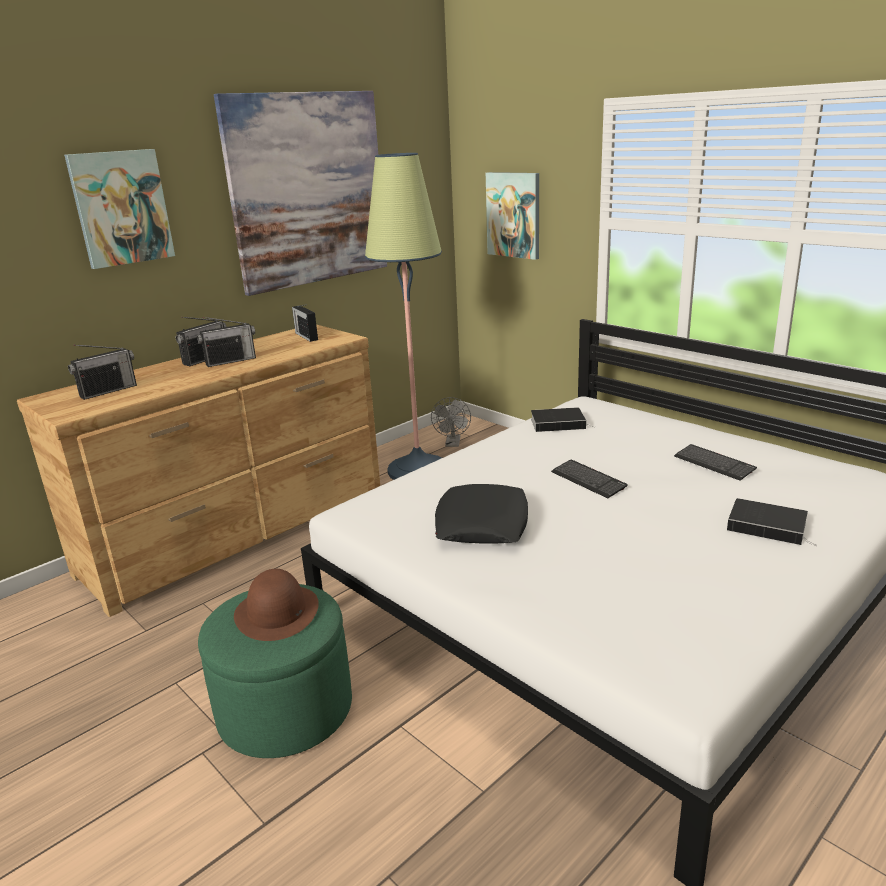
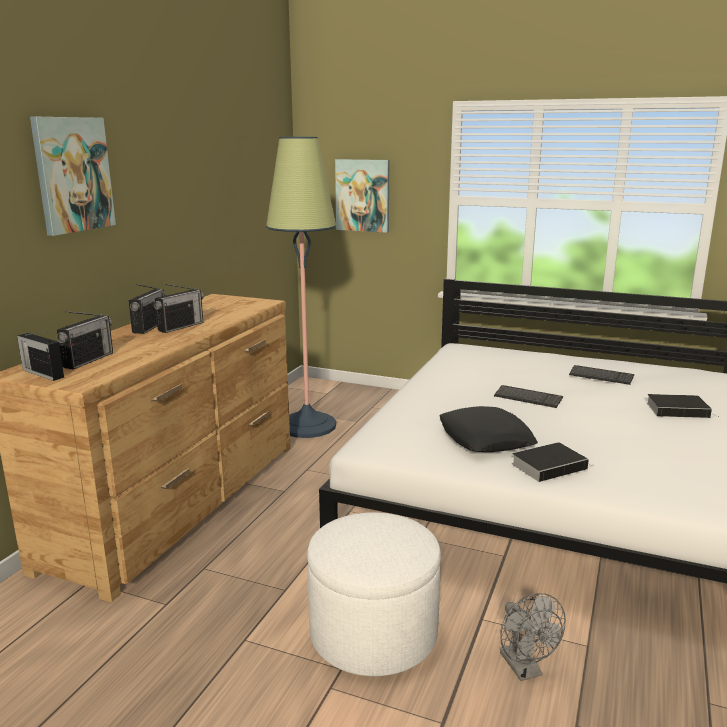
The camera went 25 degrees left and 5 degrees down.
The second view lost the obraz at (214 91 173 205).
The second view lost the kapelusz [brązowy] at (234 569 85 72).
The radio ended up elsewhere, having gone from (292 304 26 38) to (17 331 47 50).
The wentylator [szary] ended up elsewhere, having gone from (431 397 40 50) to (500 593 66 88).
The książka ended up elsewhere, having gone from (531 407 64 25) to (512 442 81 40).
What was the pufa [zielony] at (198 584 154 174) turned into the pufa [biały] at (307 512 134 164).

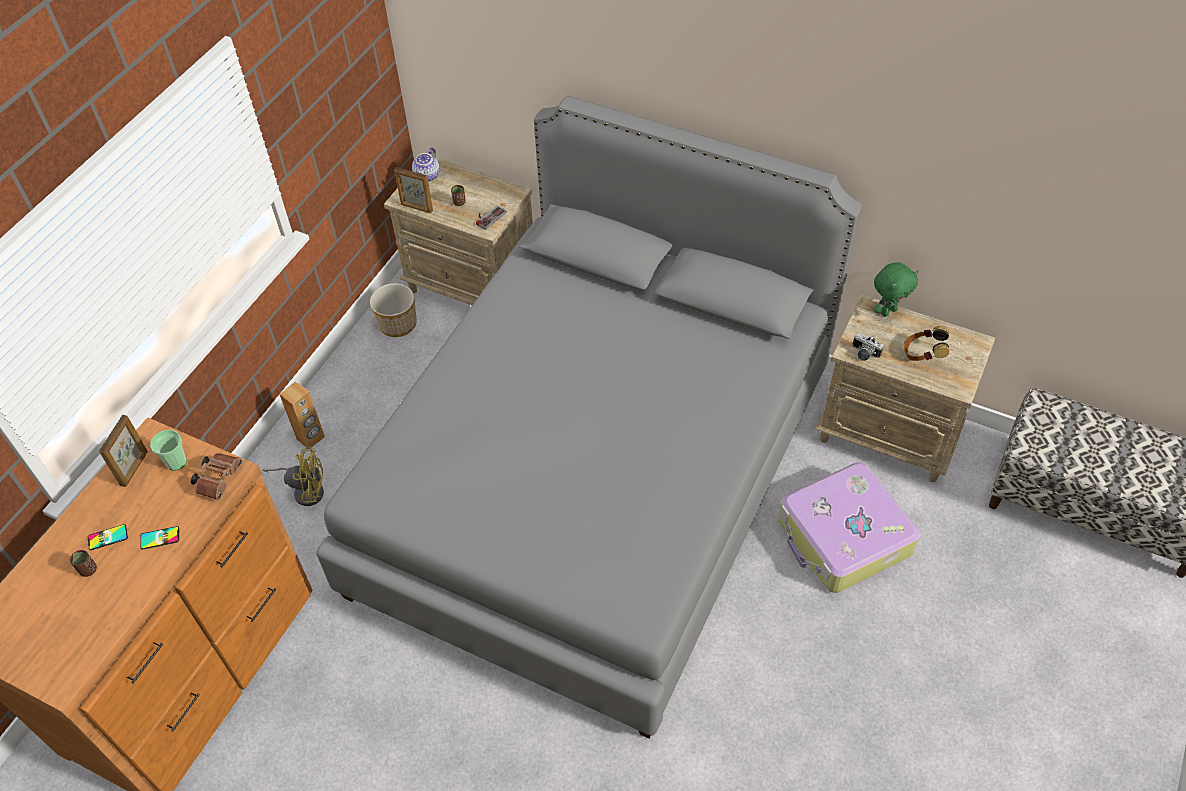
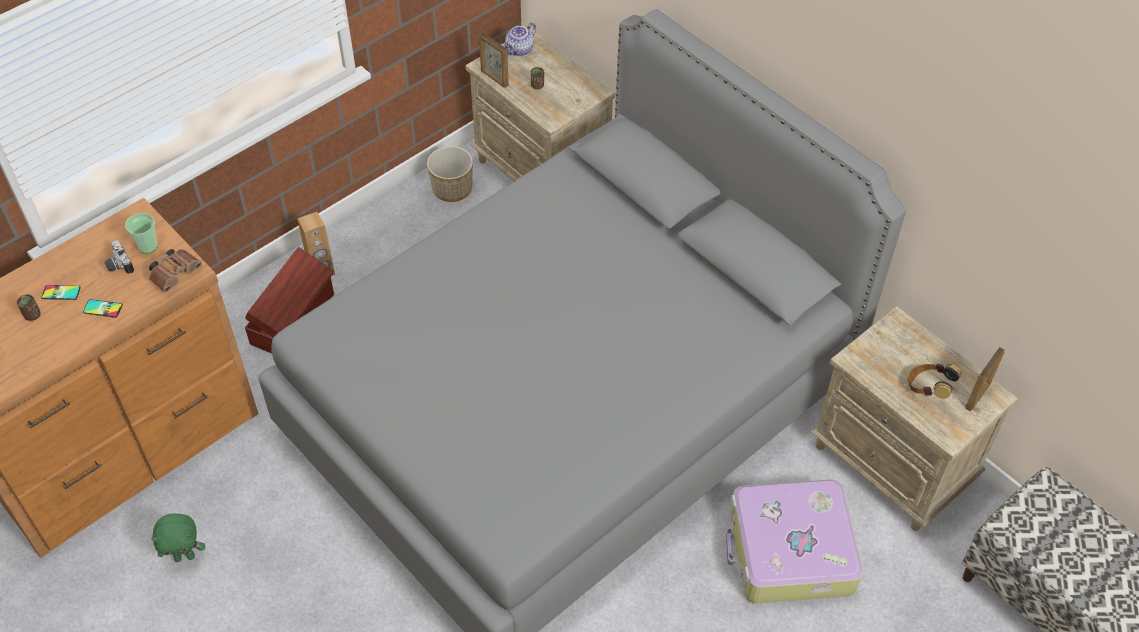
The camera went 20 degrees right and 0 degrees up.
The second view lost the pad do gier at (476 205 30 25).
The ramka na zdjęcie ended up elsewhere, having gone from (99 415 49 72) to (965 347 40 64).
The aparat fotograficzny ended up elsewhere, having gone from (853 333 31 28) to (104 240 30 34).
The pluszak [zielony] ended up elsewhere, having gone from (873 262 46 55) to (151 514 54 48).
Where the wentylator [żółty] stood at (262 447 62 59), the pojemnik do przechowywania [brązowy] came to stand at (245 247 89 107).

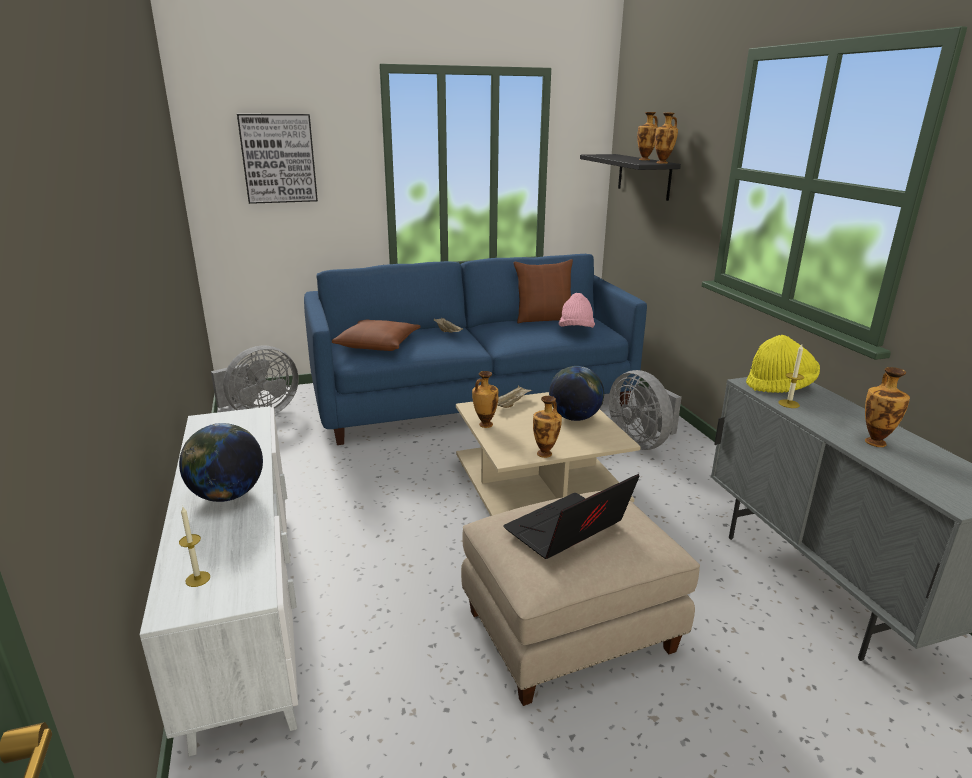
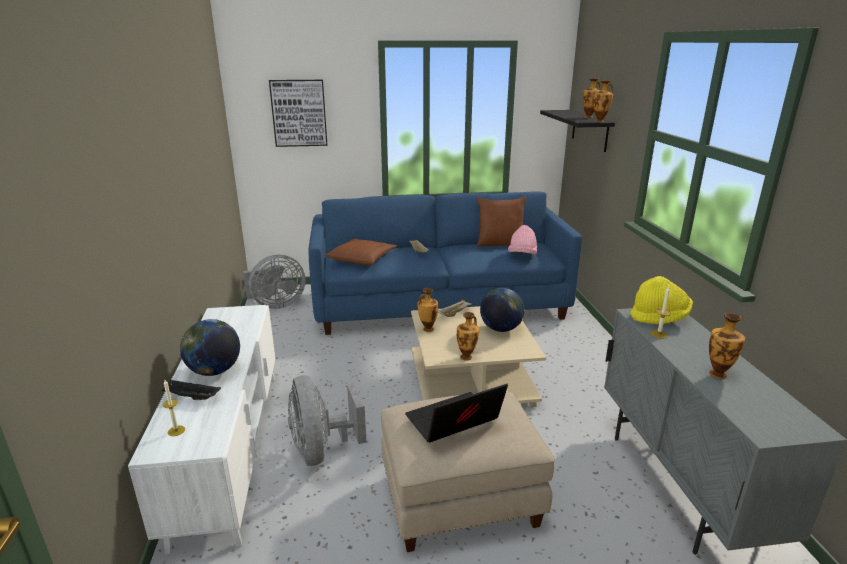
The camera went 10 degrees right and 0 degrees up.
The second view gained the taca [czarny] at (162 380 59 20).
The wentylator [szary] ended up elsewhere, having gone from (609 370 73 80) to (288 375 78 91).

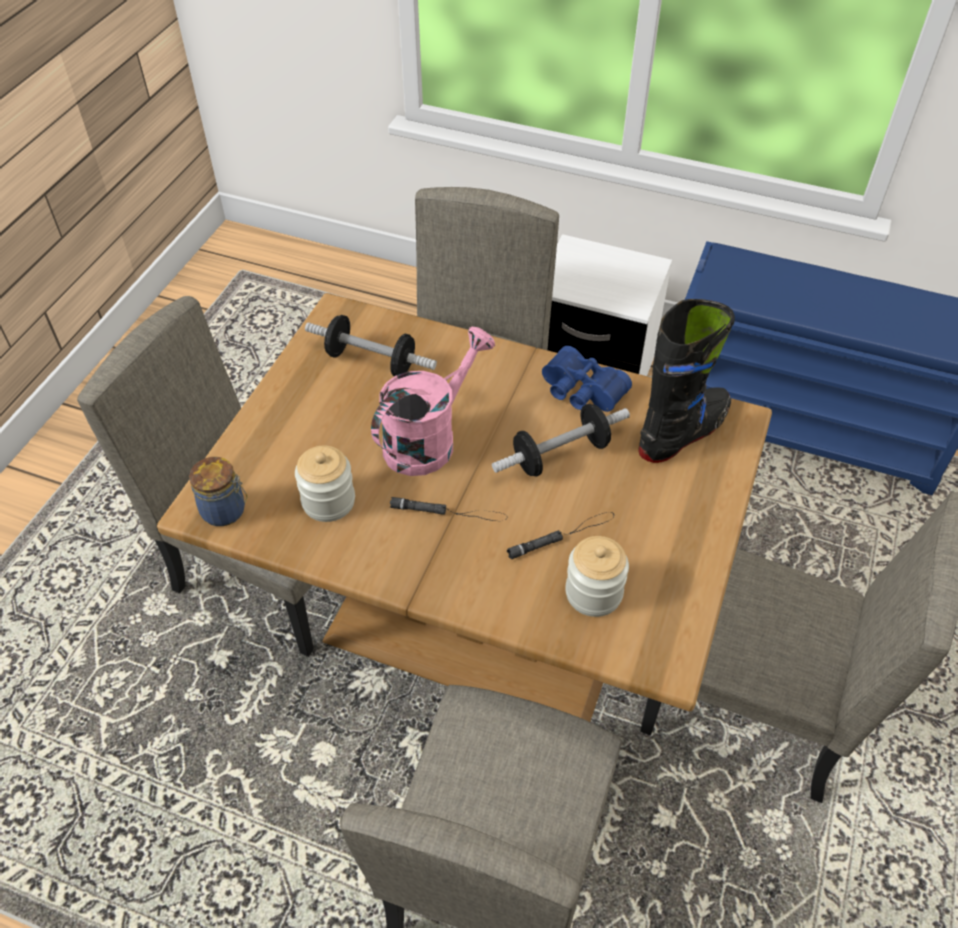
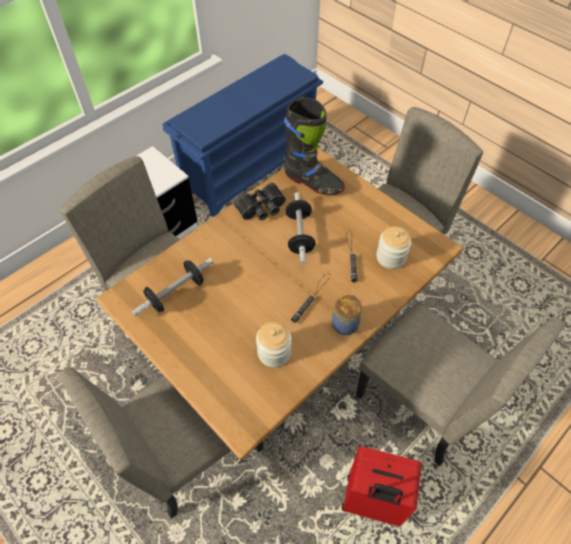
The camera went 65 degrees left and 5 degrees up.
The second view lost the konewka [różowy] at (371 327 124 149).
The second view gained the walizka [czerwony] at (342 446 80 80).
The słoik ended up elsewhere, having gone from (189 457 58 69) to (332 295 30 40).
What was the lornetka [niebieski] at (542 346 90 66) turned into the lornetka [czarny] at (233 183 53 37).
The but z cholewką [czarny] at (639 299 96 164) ended up facing another way, 135 degrees clockwise from before.

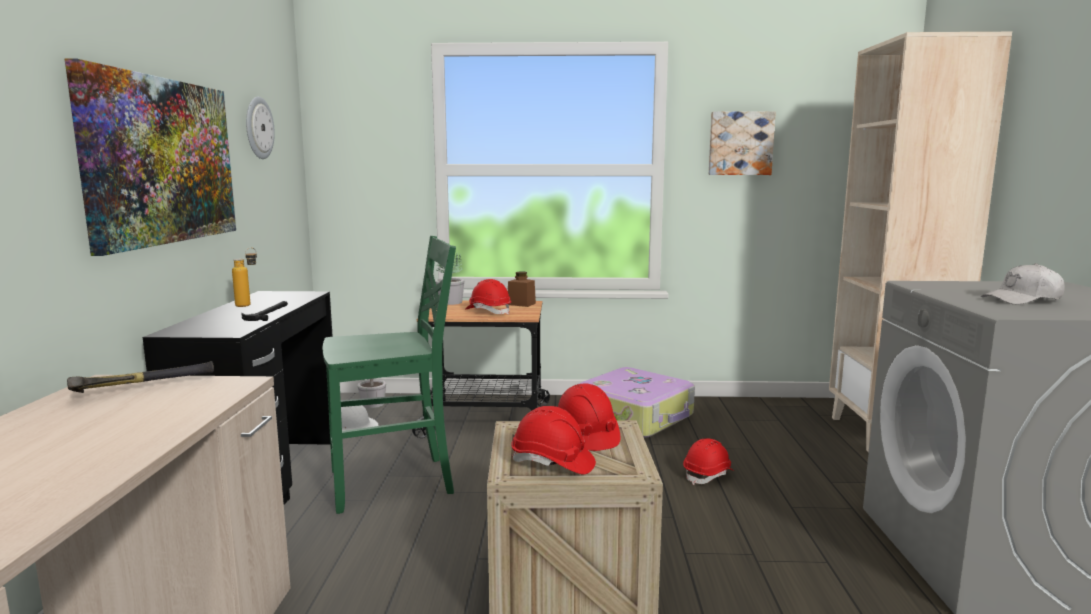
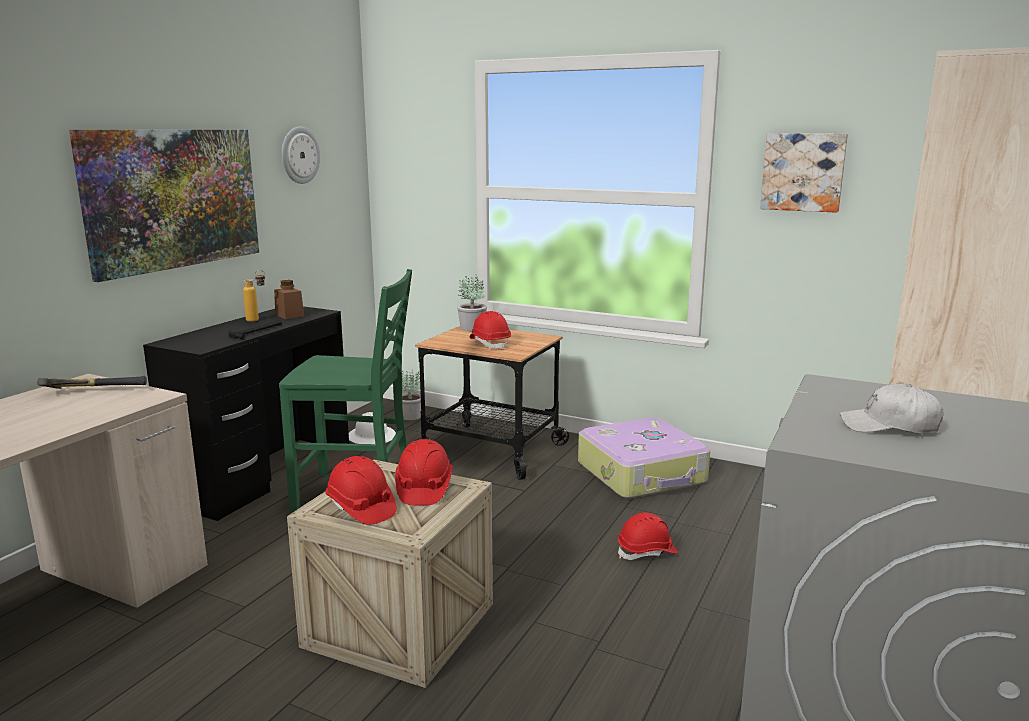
The camera went 25 degrees right and 5 degrees up.
The słoik [brązowy] ended up elsewhere, having gone from (508 272 28 35) to (274 280 30 39).

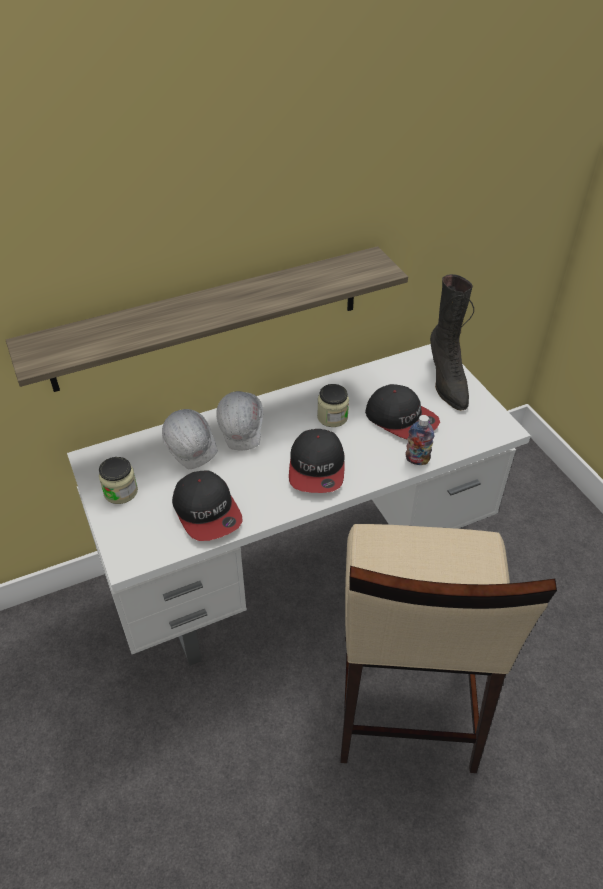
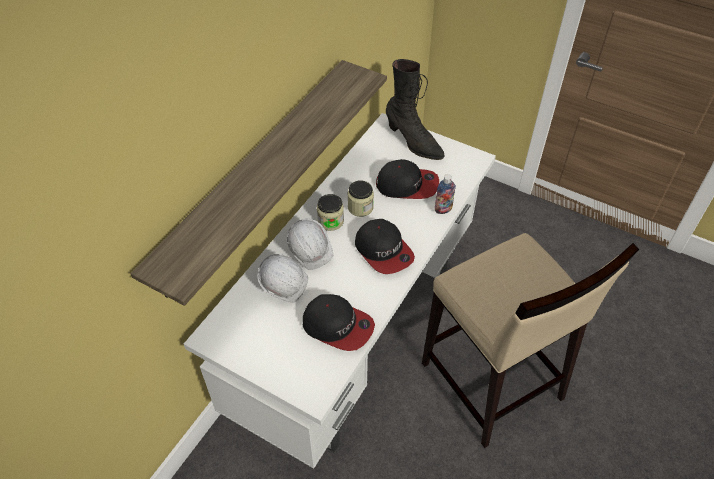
The camera went 35 degrees left and 5 degrees up.
The słoik ended up elsewhere, having gone from (99 457 39 47) to (317 194 27 37).

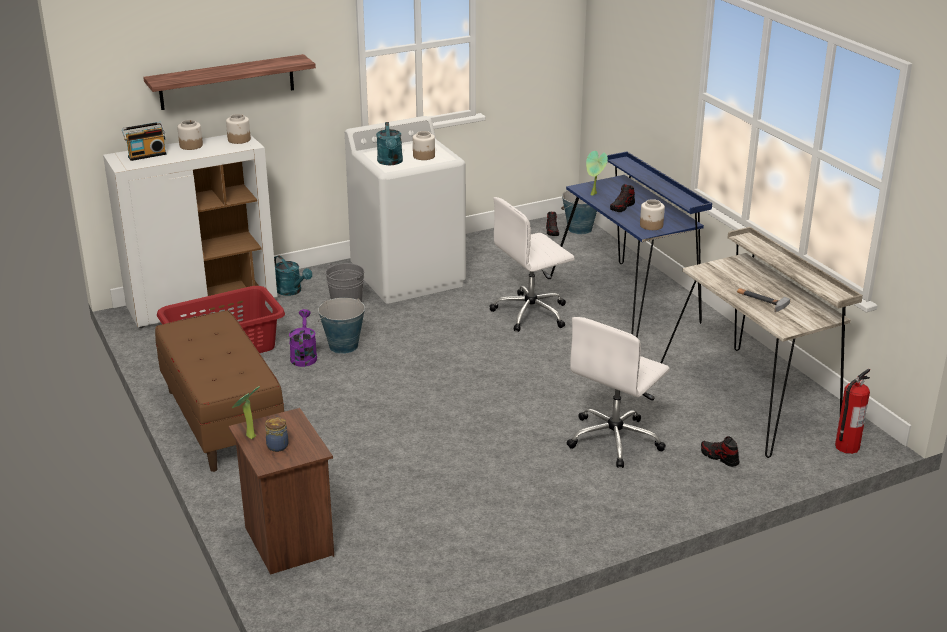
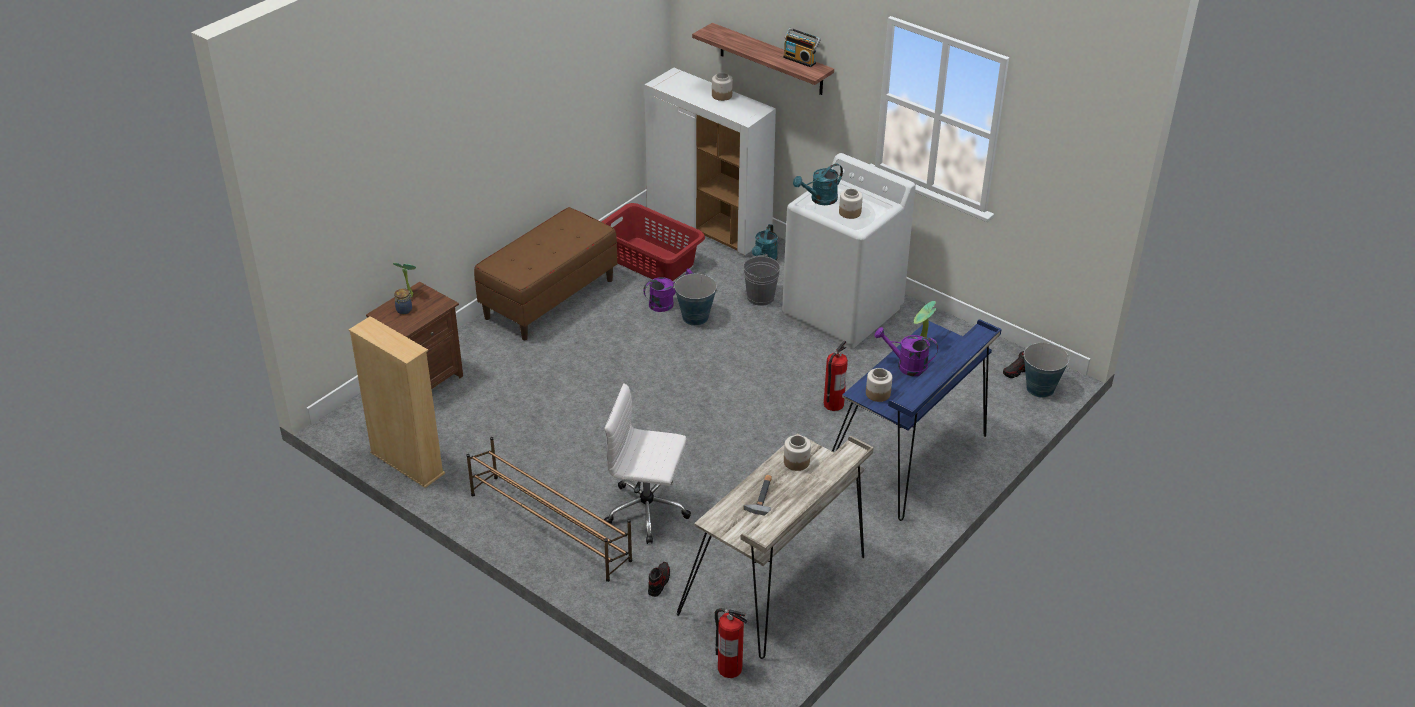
The camera went 65 degrees right and 10 degrees up.
The second view gained the regał [beżowy] at (349 316 96 172).
The second view gained the regał na buty [brązowy] at (467 437 165 145).
The radio ended up elsewhere, having gone from (122 122 45 39) to (783 28 38 39).
The słoik ended up elsewhere, having gone from (226 114 25 30) to (784 435 27 36).
Where the krzesło biurowe [biały] stood at (489 197 86 135), the gaśnica came to stand at (824 341 24 70).
Where the but stood at (610 184 25 28), the konewka [fioletowy] came to stand at (874 327 64 49).

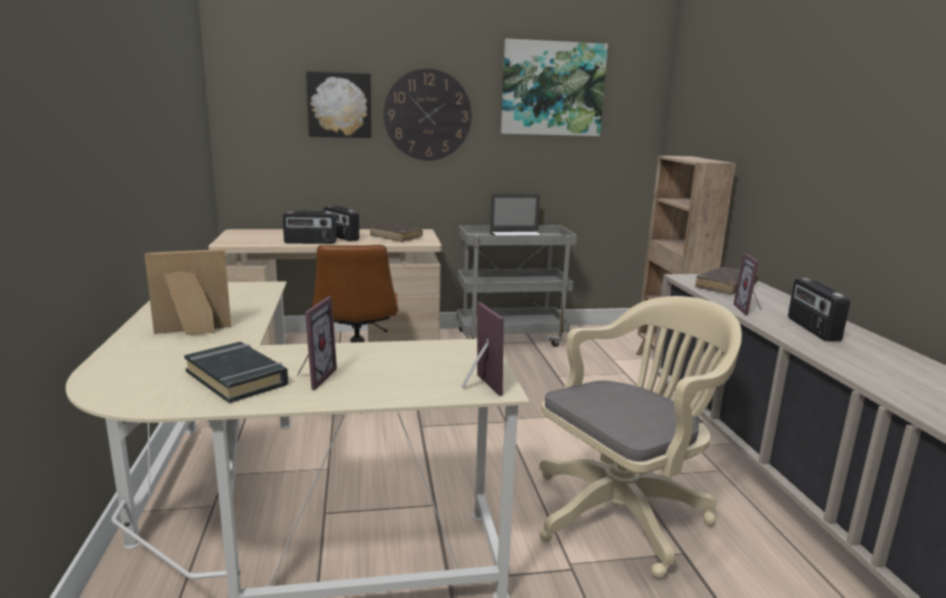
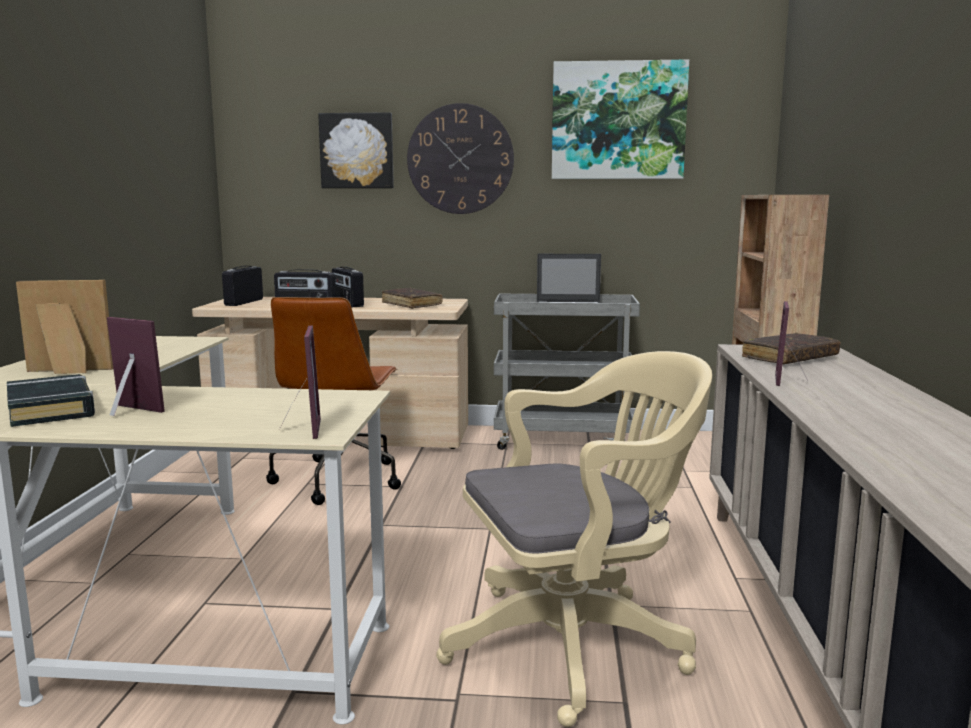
The camera went 15 degrees right and 5 degrees down.
The radio ended up elsewhere, having gone from (788 278 62 64) to (222 266 41 40).
The ramka na zdjęcie at (297 296 40 94) ended up facing another way, 90 degrees counterclockwise from before.

